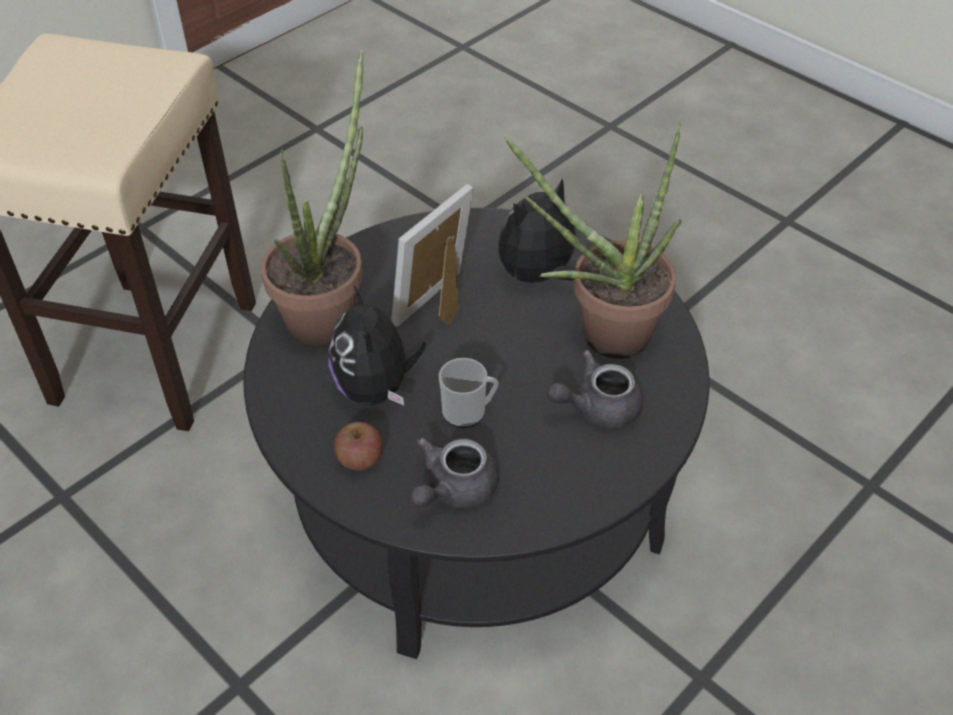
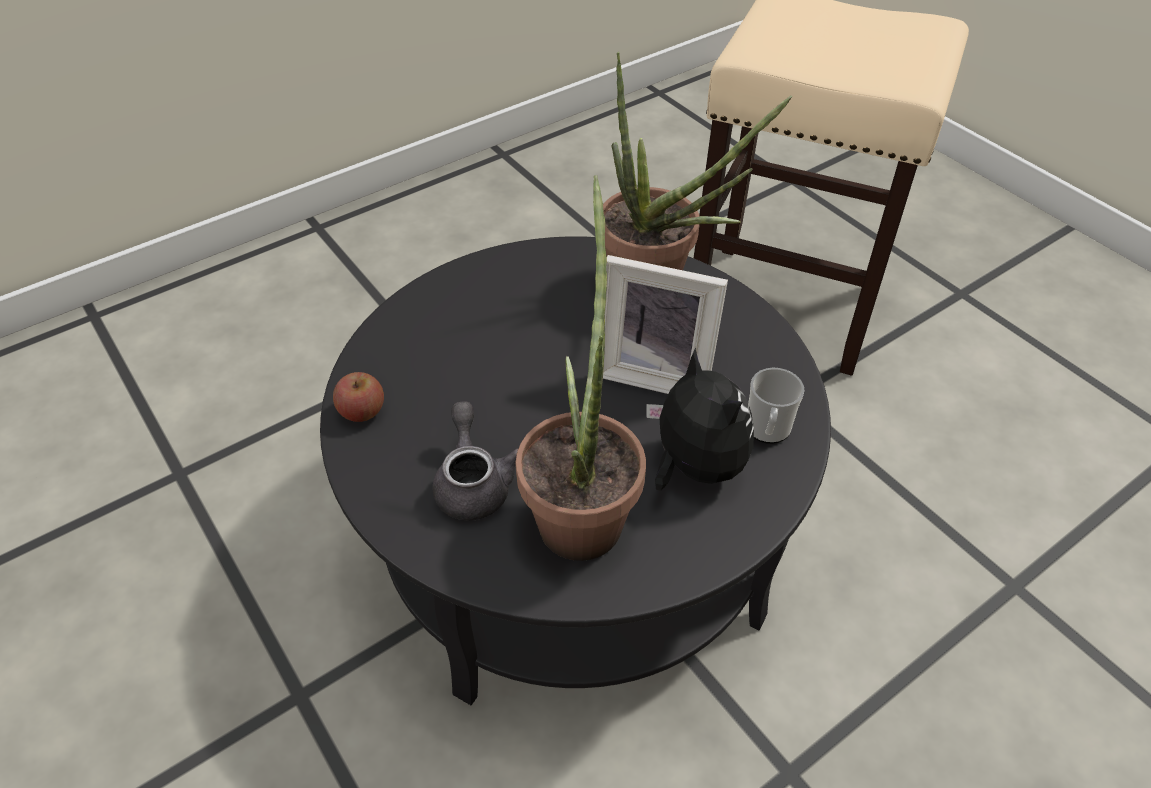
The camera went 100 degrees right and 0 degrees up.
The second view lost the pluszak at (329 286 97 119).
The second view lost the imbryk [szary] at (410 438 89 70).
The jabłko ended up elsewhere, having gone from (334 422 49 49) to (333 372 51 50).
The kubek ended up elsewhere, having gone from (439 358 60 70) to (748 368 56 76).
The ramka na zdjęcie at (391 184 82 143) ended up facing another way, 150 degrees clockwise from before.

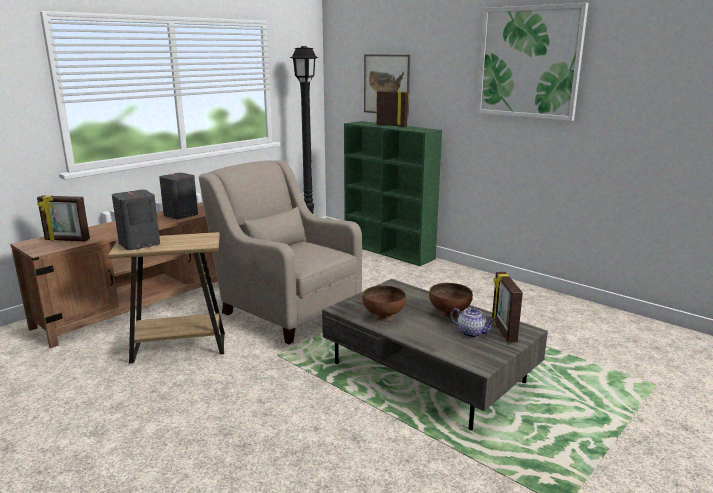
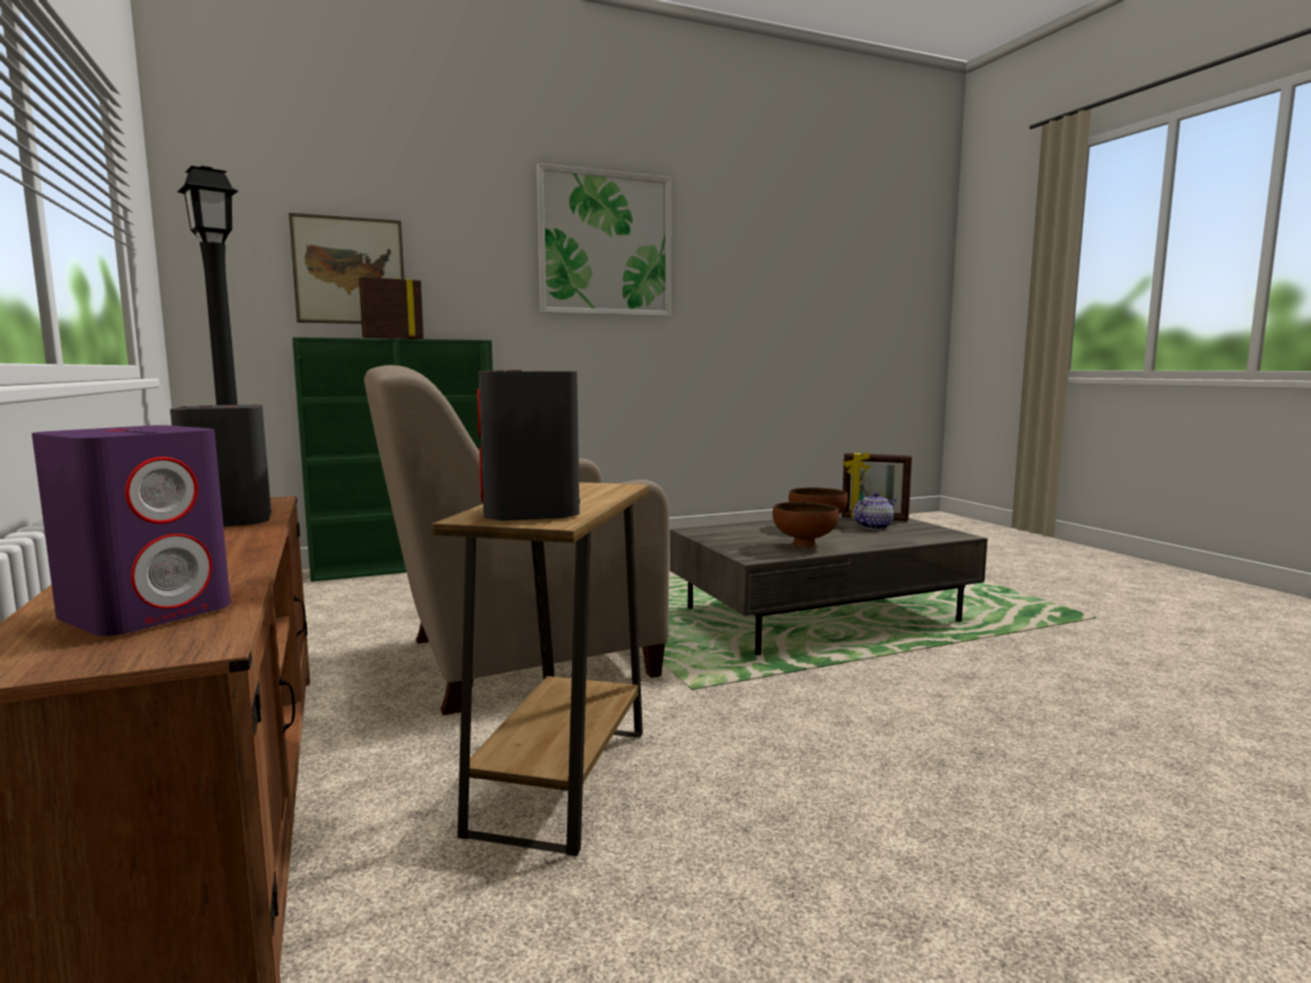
The camera went 65 degrees left and 10 degrees down.
Where the ramka na zdjęcie stood at (37 195 53 47), the głośnik [fioletowy] came to stand at (32 425 199 211).

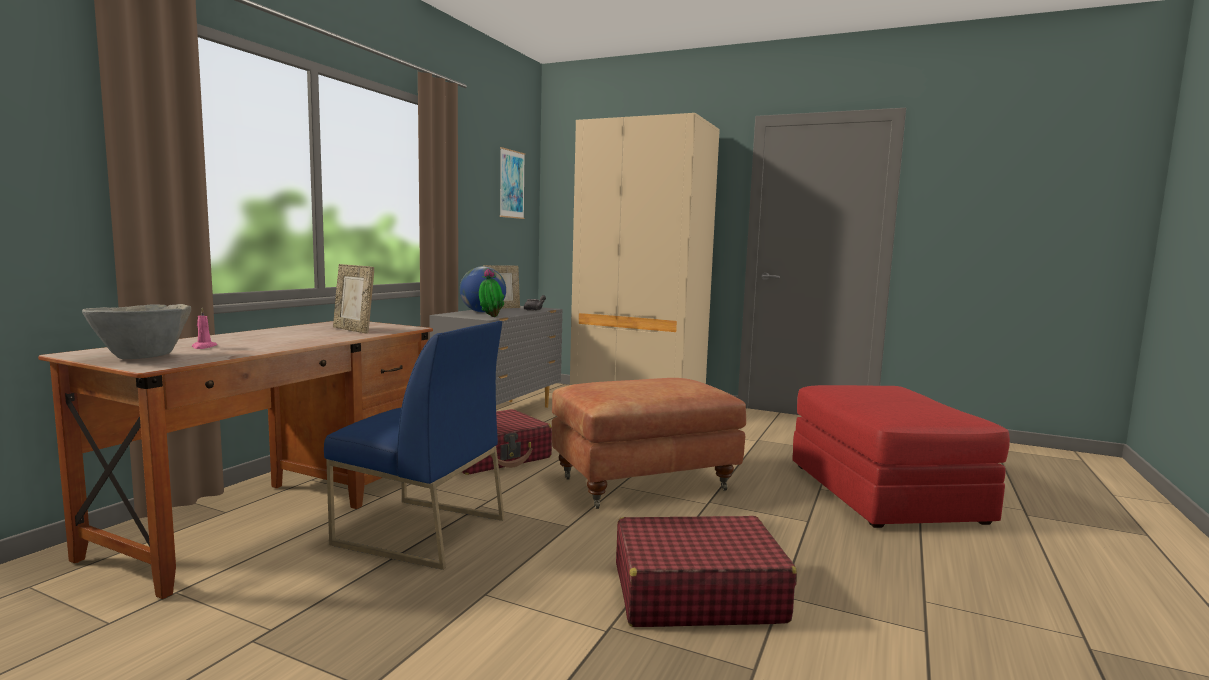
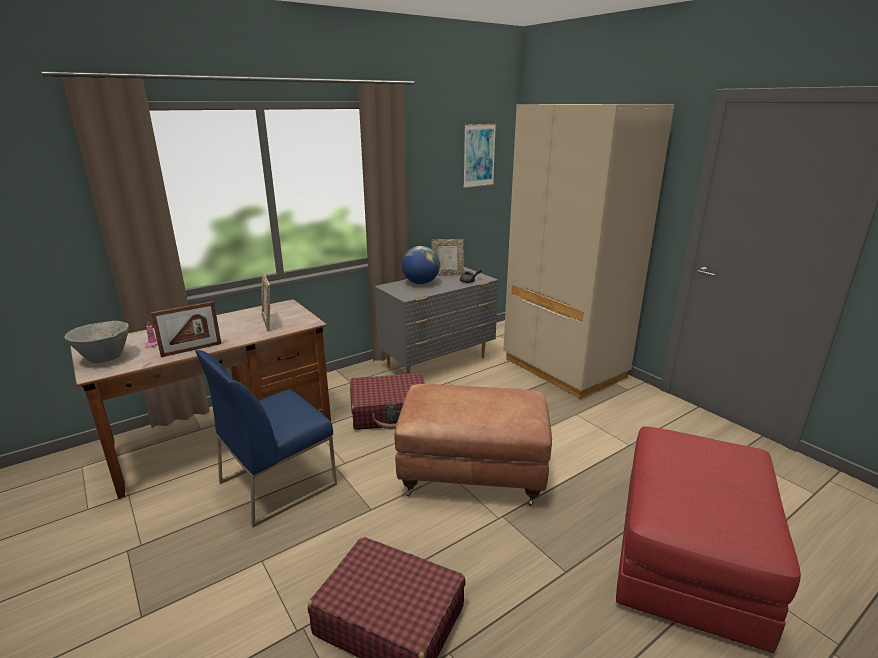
The camera went 30 degrees right and 15 degrees up.
The second view lost the roślina doniczkowa at (479 268 25 49).
The second view gained the ramka na zdjęcie at (151 301 70 56).
The krzesło [niebieski] at (324 321 180 249) ended up facing another way, 90 degrees clockwise from before.

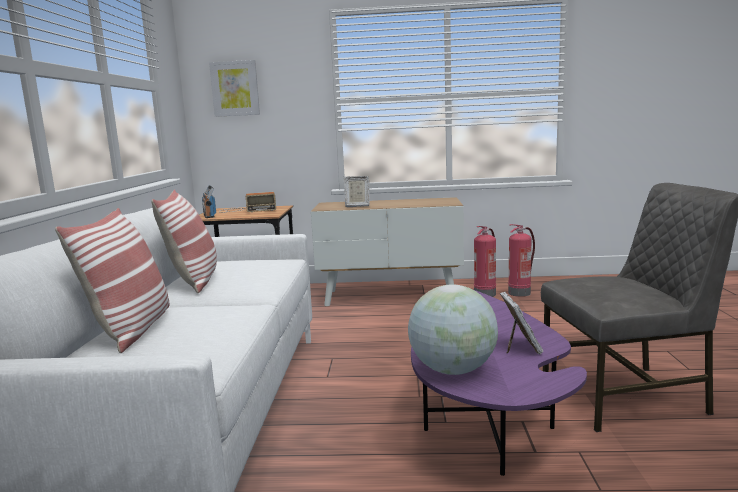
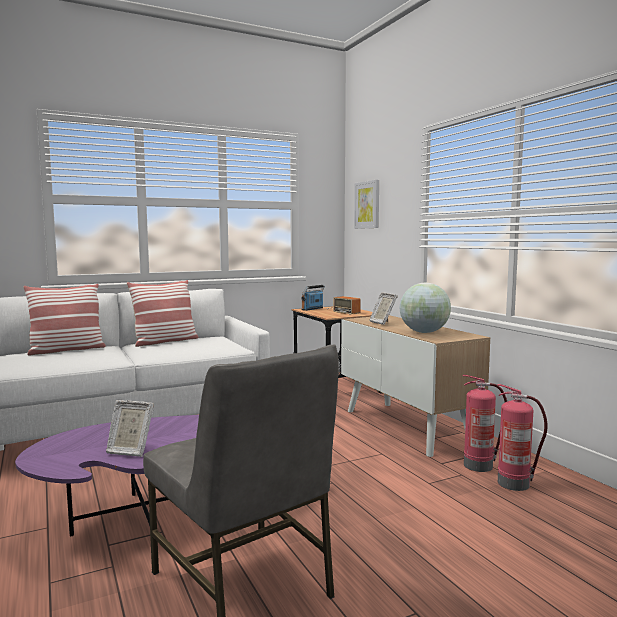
The camera went 60 degrees right and 5 degrees down.
The globus ended up elsewhere, having gone from (408 285 90 90) to (400 283 51 50).
The ramka na zdjęcie at (500 292 43 62) ended up facing another way, 45 degrees clockwise from before.

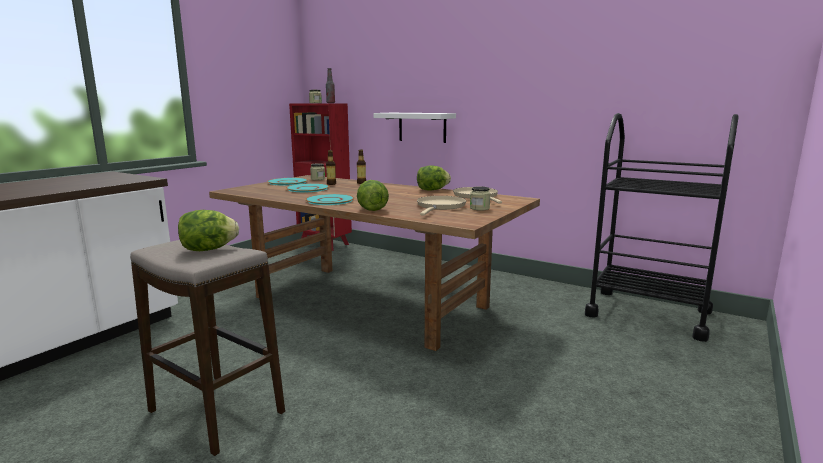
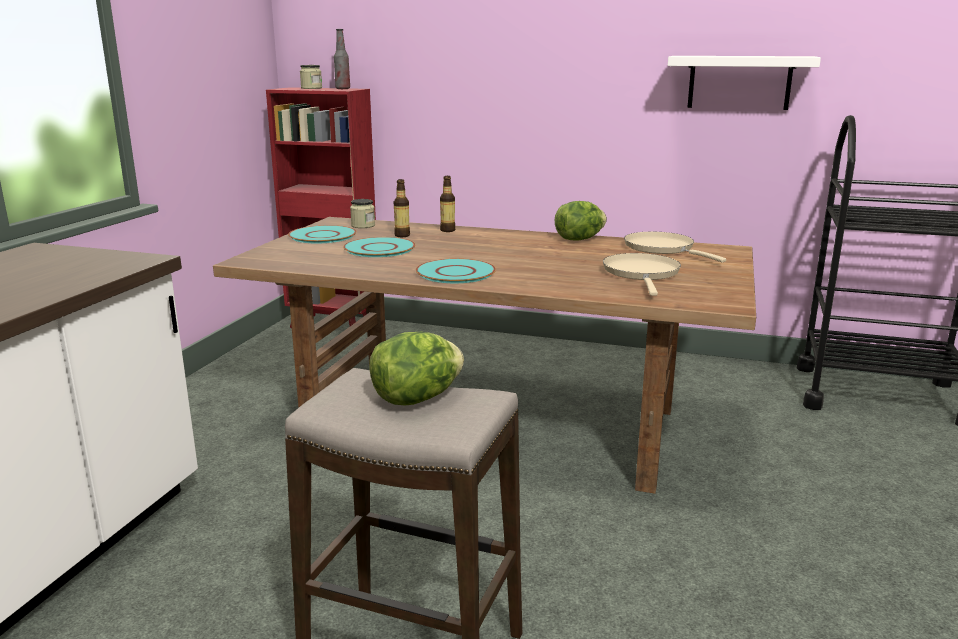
The camera went 15 degrees left and 5 degrees up.
The second view lost the sałata at (357 180 32 31).
The second view lost the słoik at (470 186 20 25).
The półka [biały] ended up elsewhere, having gone from (373 113 83 30) to (668 56 153 54).

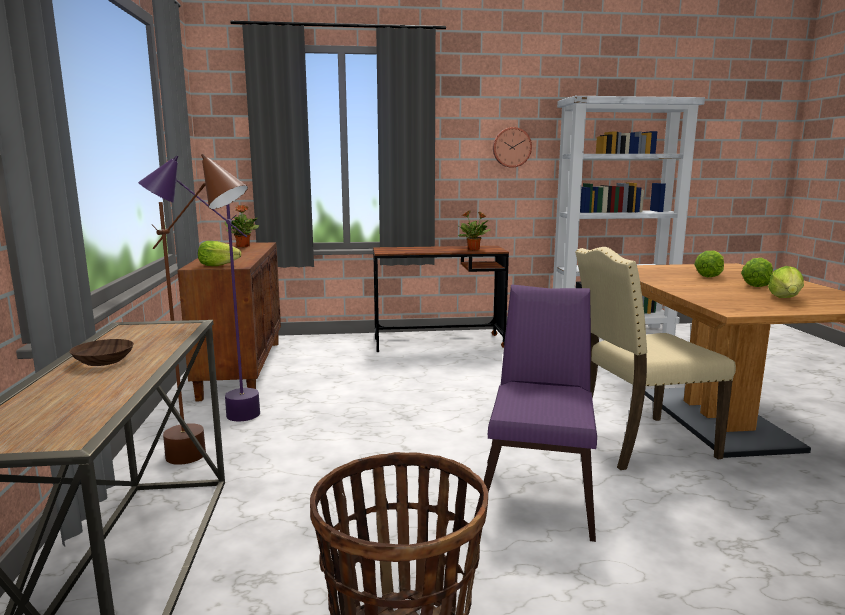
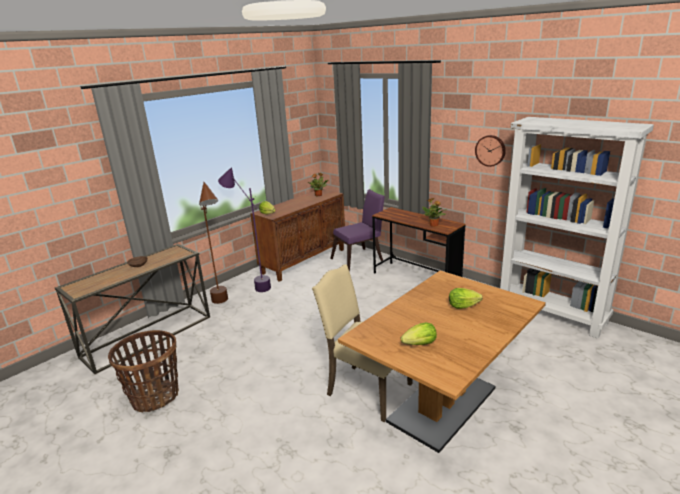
The camera went 50 degrees right and 10 degrees up.
The second view lost the sałata at (741 258 32 29).
The krzesło [fioletowy] ended up elsewhere, having gone from (474 284 123 258) to (330 189 55 83).

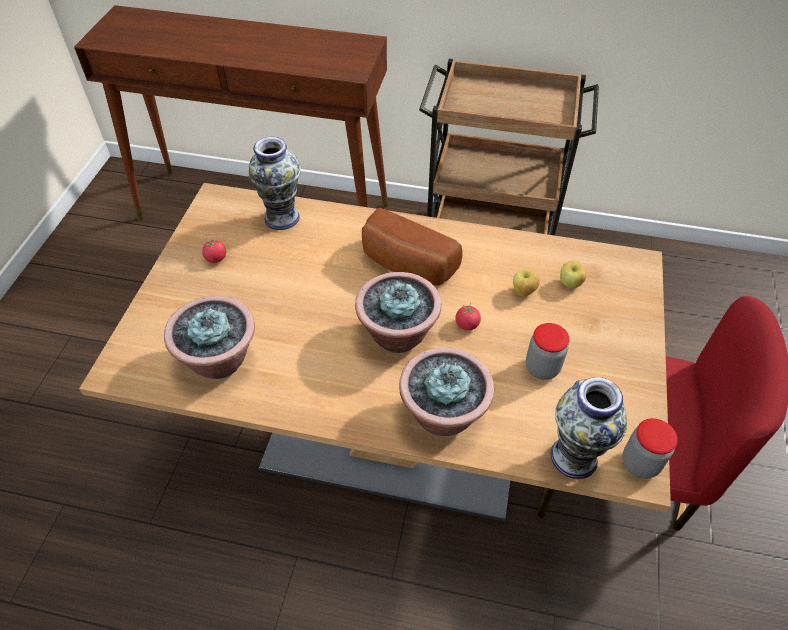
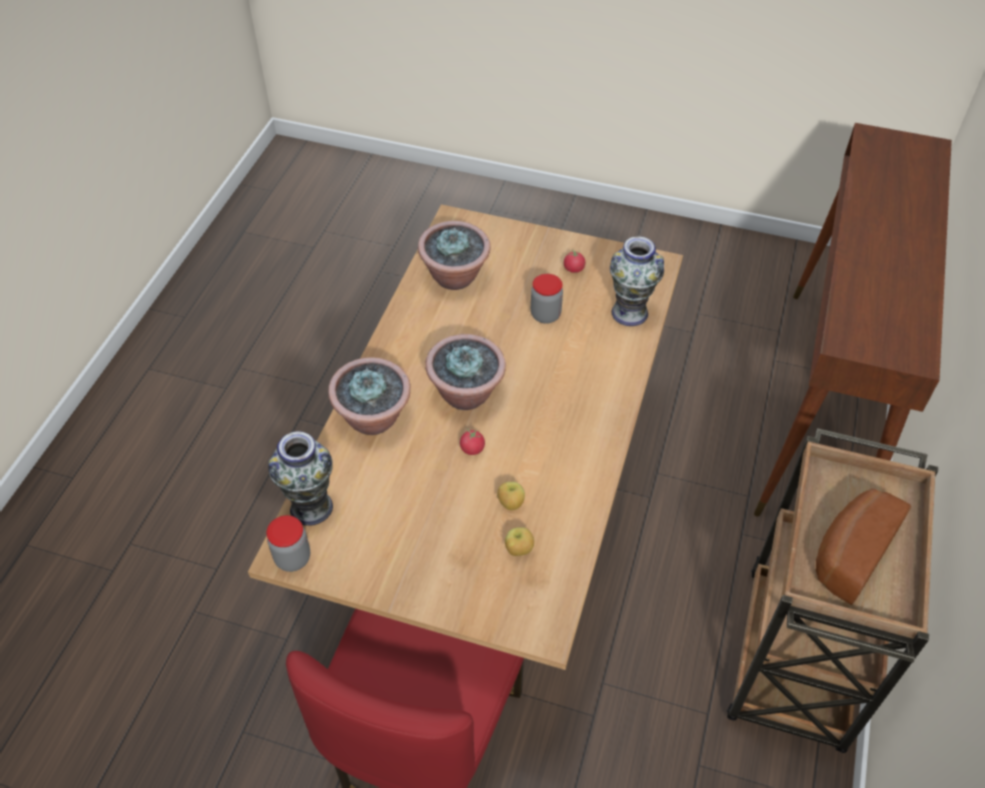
The camera went 95 degrees right and 0 degrees up.
The chleb ended up elsewhere, having gone from (362 208 101 78) to (816 489 95 116).
The słoik ended up elsewhere, having gone from (526 323 44 57) to (531 274 32 50).

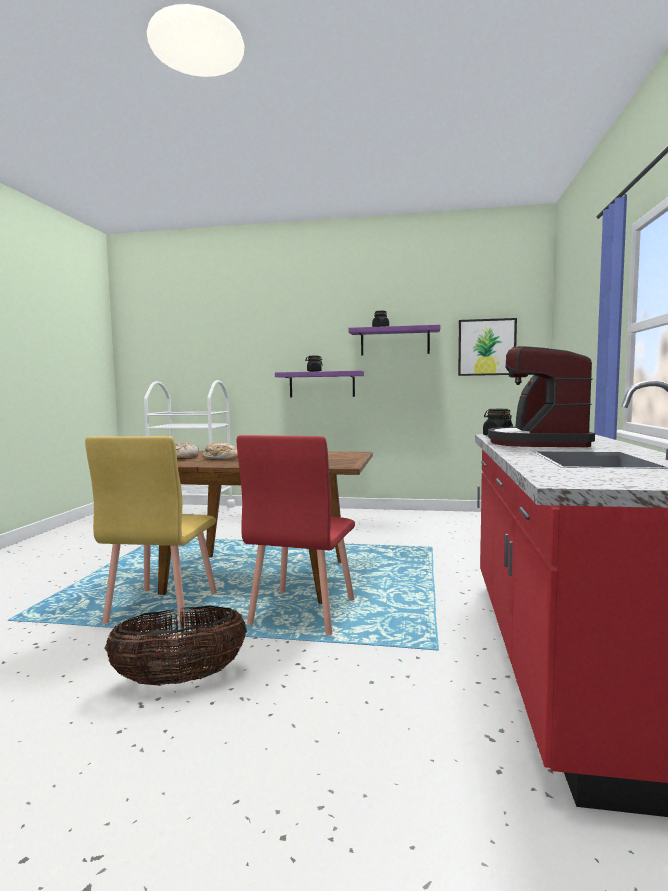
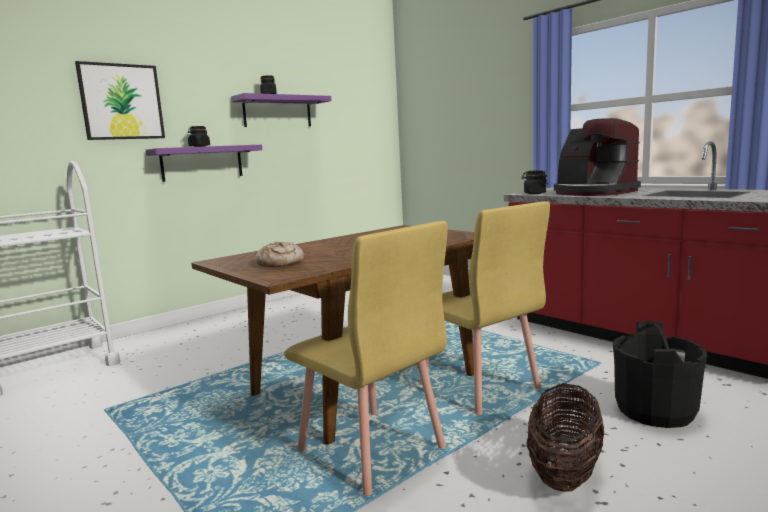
The camera went 50 degrees left and 5 degrees up.
The second view lost the chleb at (203 443 35 17).
The second view gained the wiadro [czarny] at (613 321 94 107).
The obraz ended up elsewhere, having gone from (458 318 59 58) to (75 61 90 79).
What was the krzesło [czerwony] at (237 435 118 200) turned into the krzesło [żółty] at (419 201 131 214).

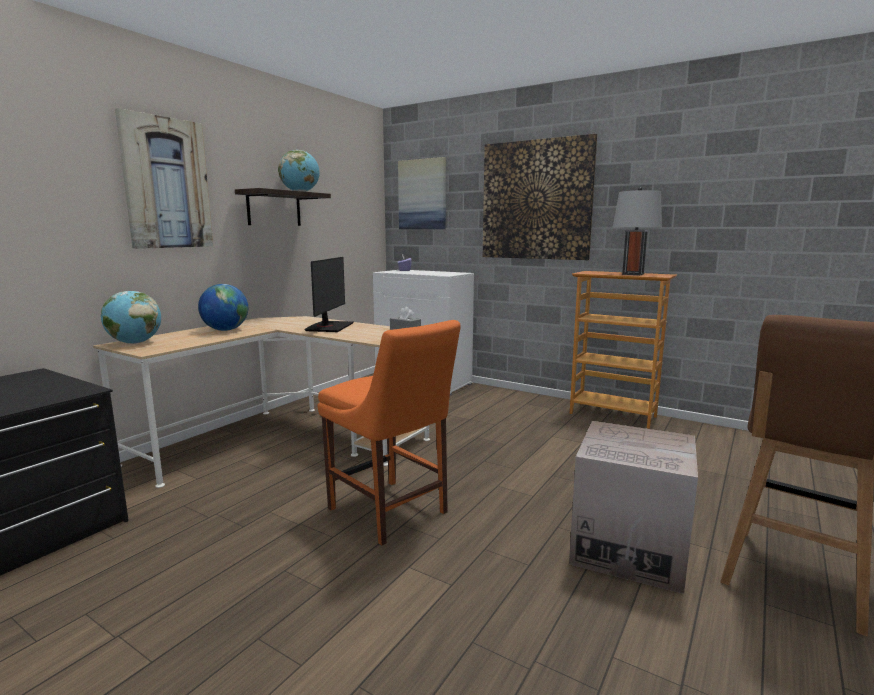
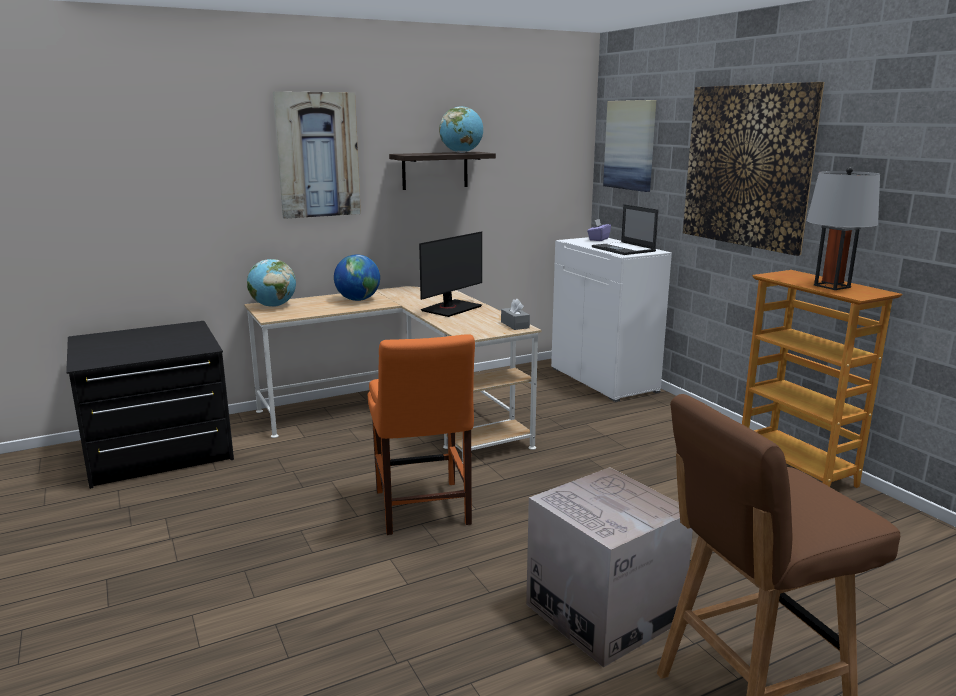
The camera went 30 degrees right and 5 degrees up.
The second view gained the laptop at (592 204 66 51).

